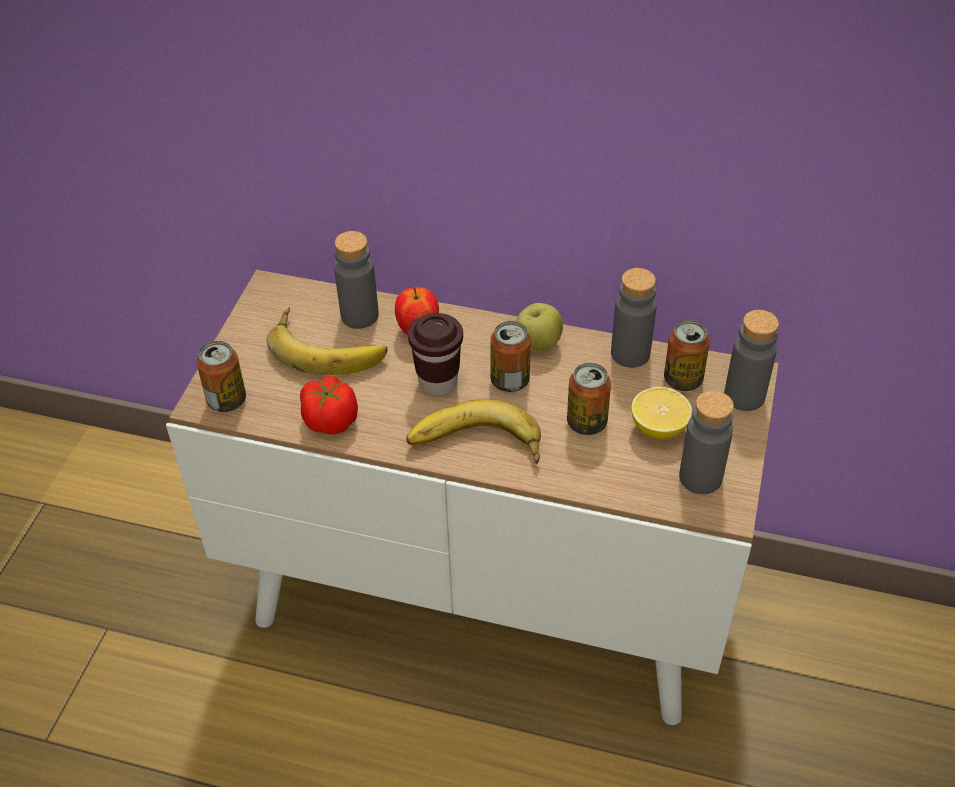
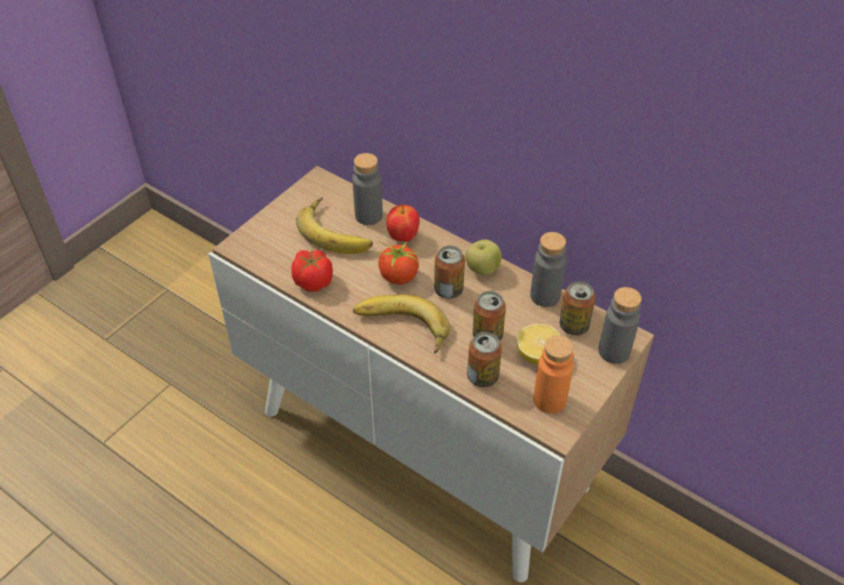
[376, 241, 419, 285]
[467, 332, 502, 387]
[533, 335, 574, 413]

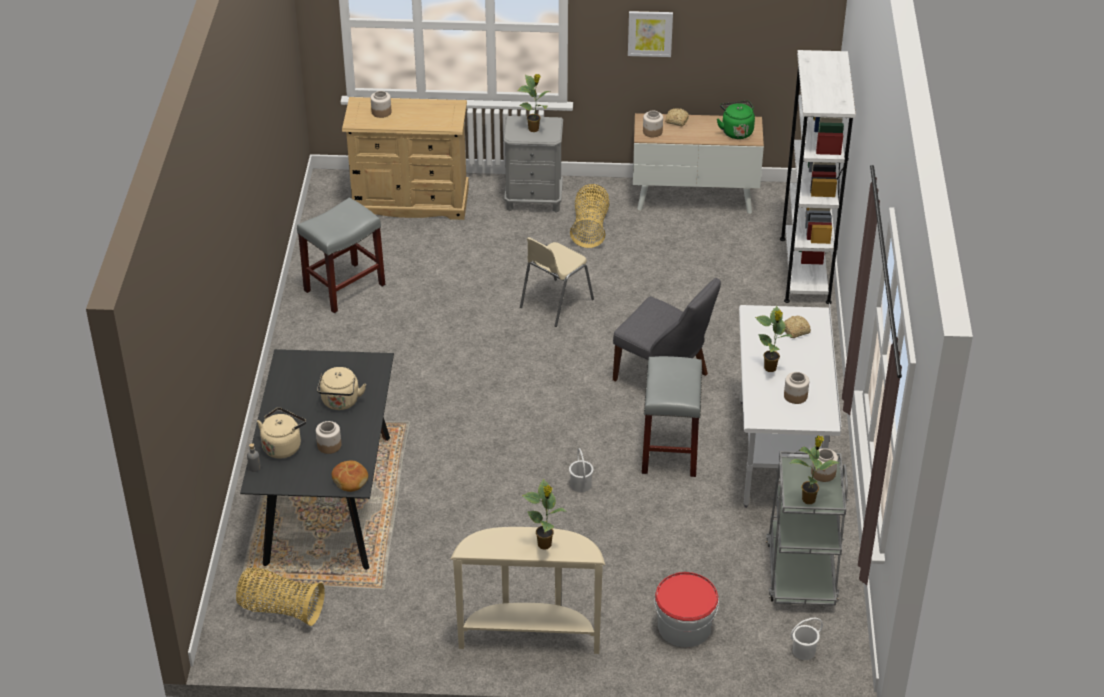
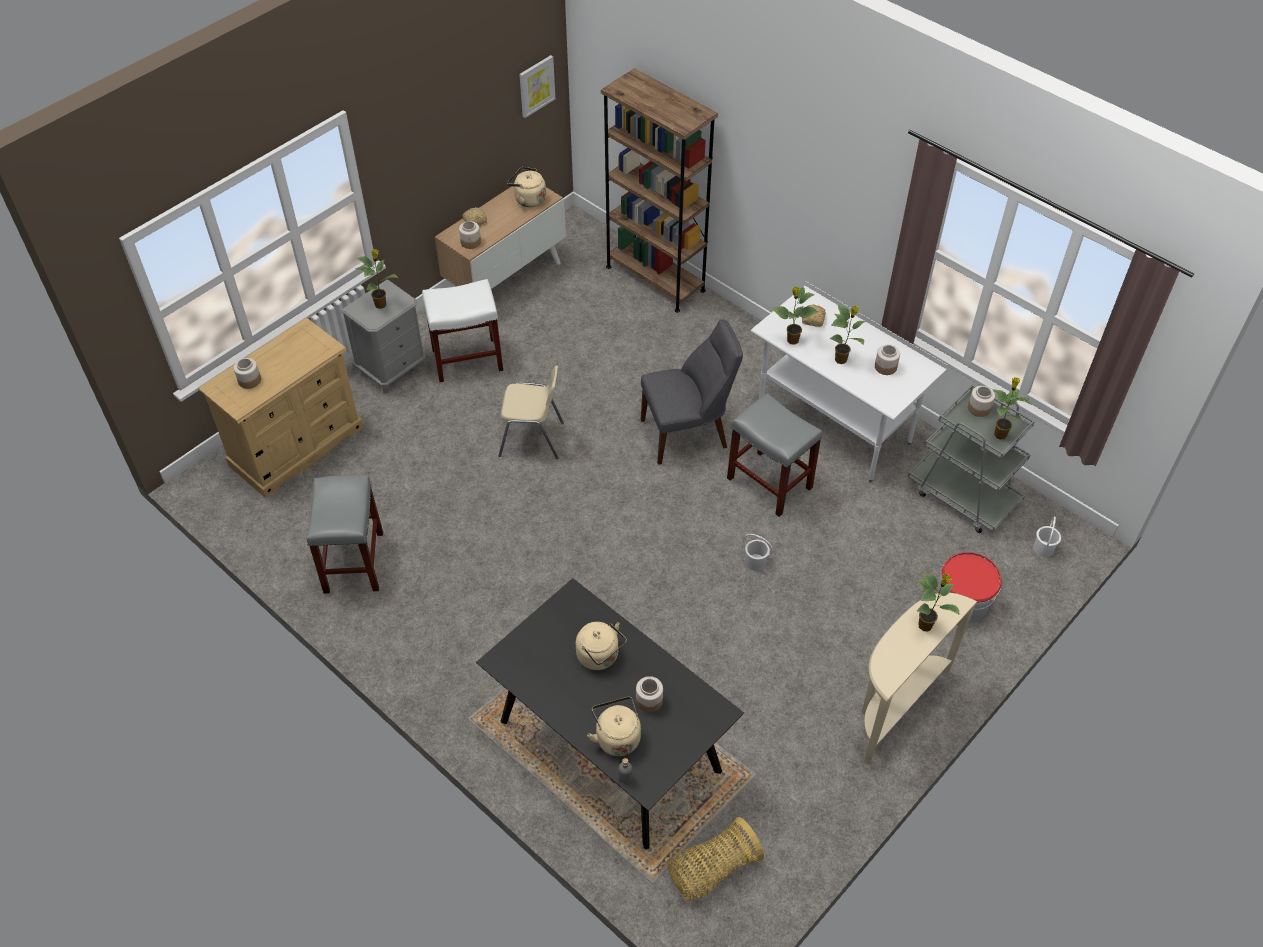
[422, 279, 503, 383]
[498, 366, 564, 459]
[507, 167, 546, 207]
[519, 55, 555, 118]
[601, 68, 718, 313]
[772, 287, 819, 345]
[332, 460, 368, 492] (first image)

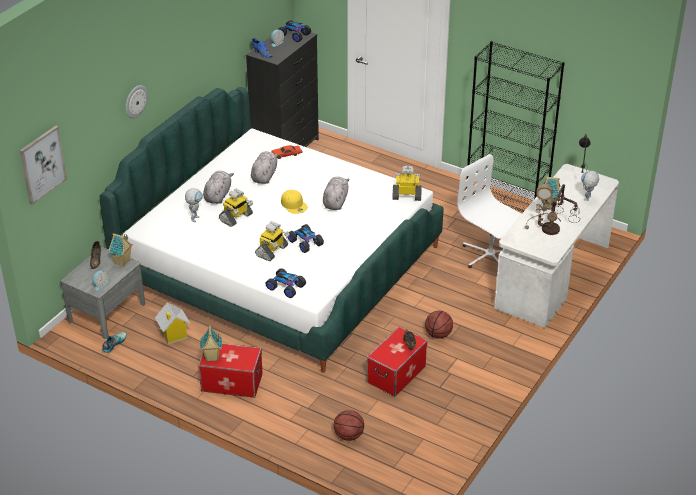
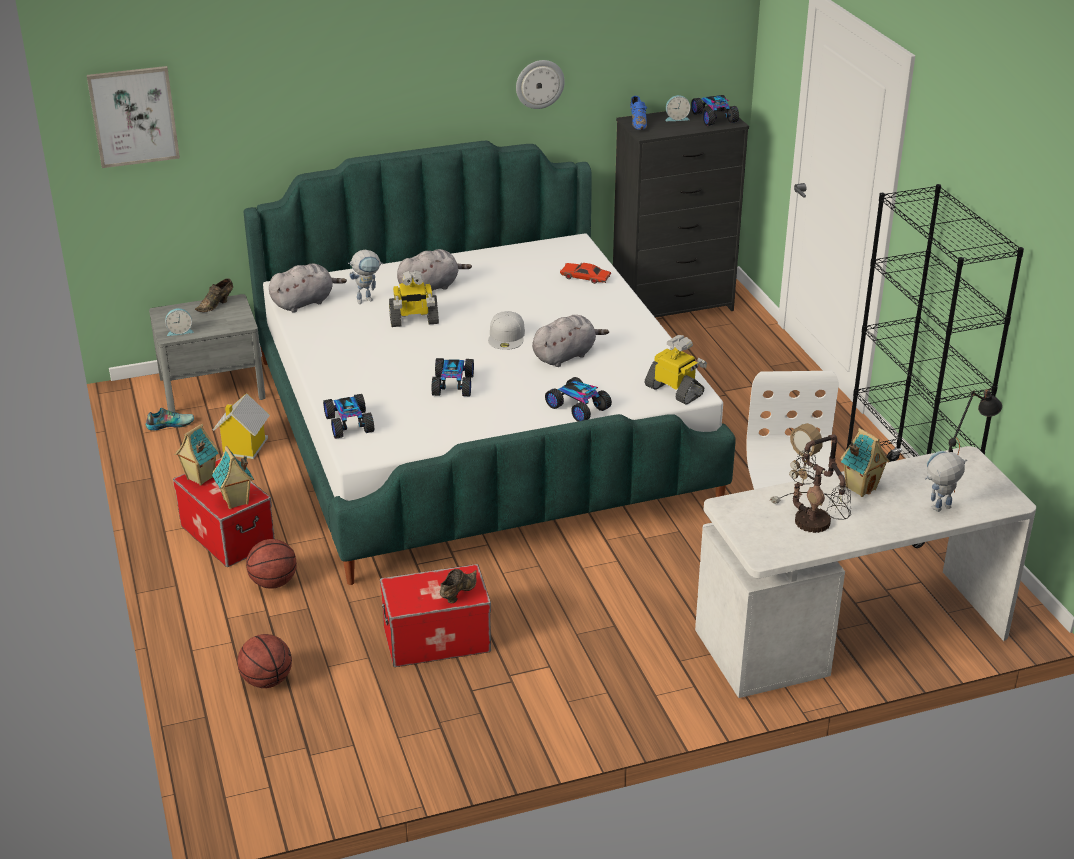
[212, 446, 254, 509]
[246, 539, 297, 589]
[269, 264, 347, 312]
[488, 311, 525, 350]
[516, 60, 565, 109]
[545, 377, 612, 422]
[255, 221, 290, 261] (first image)

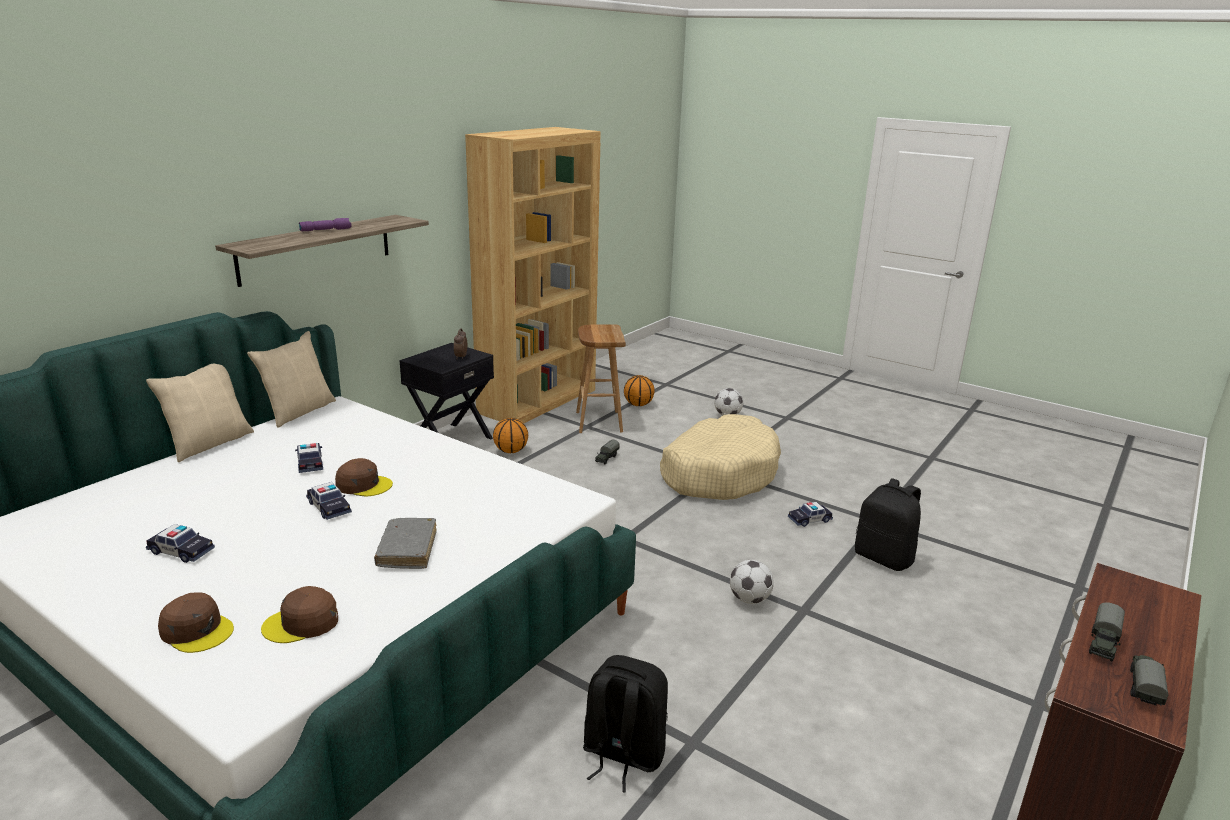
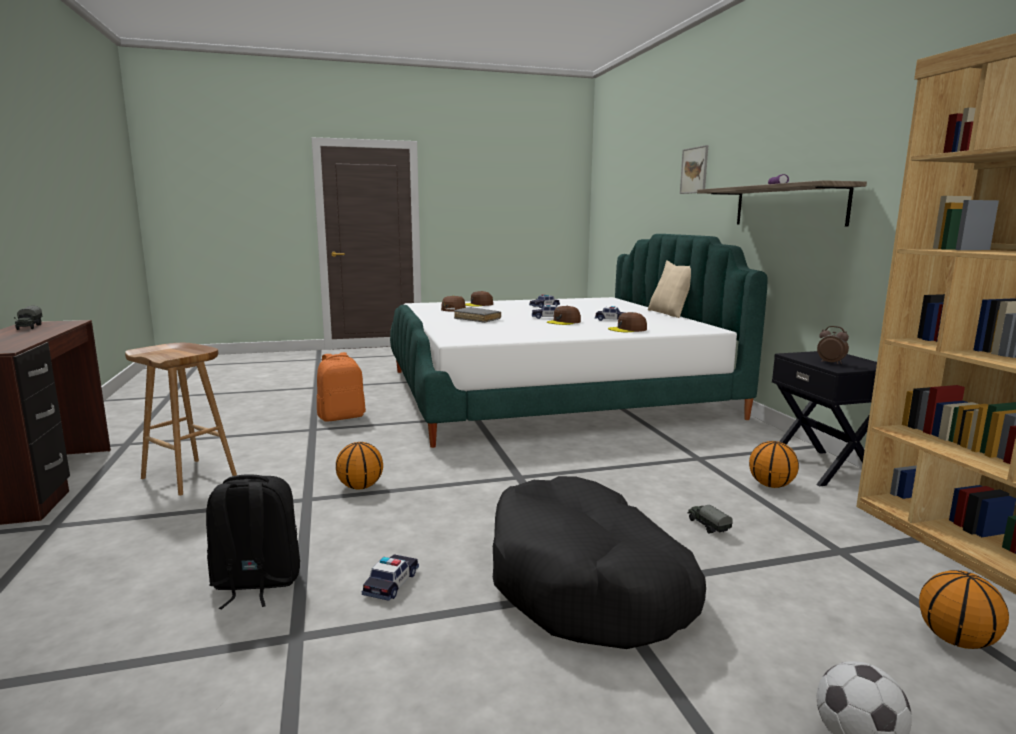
[125, 343, 237, 496]
[317, 352, 366, 422]
[336, 442, 383, 490]
[493, 476, 706, 649]
[608, 312, 647, 332]
[680, 145, 708, 194]
[247, 331, 336, 427] (first image)
[1089, 602, 1125, 662] (first image)

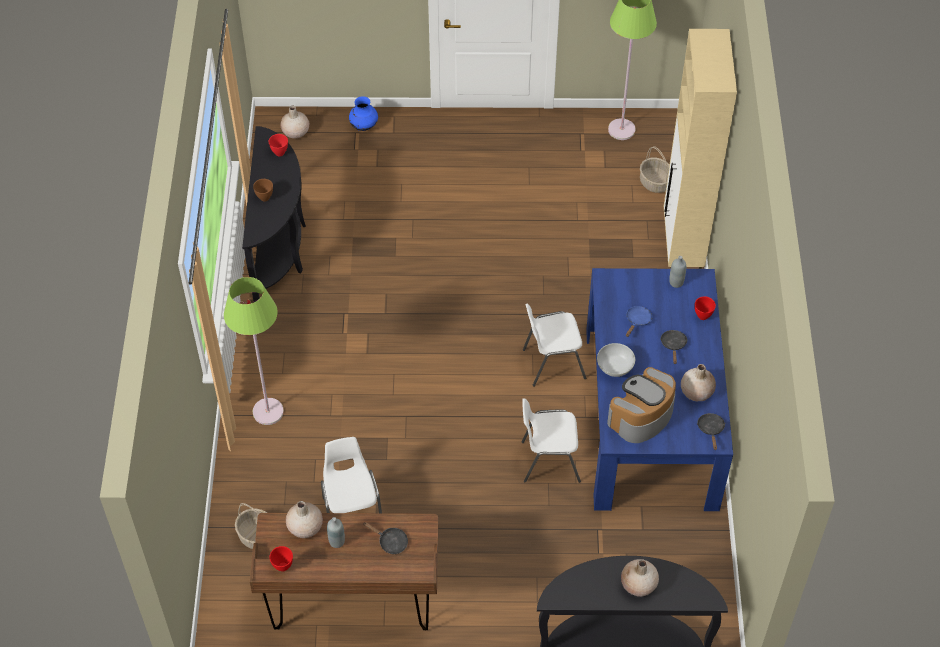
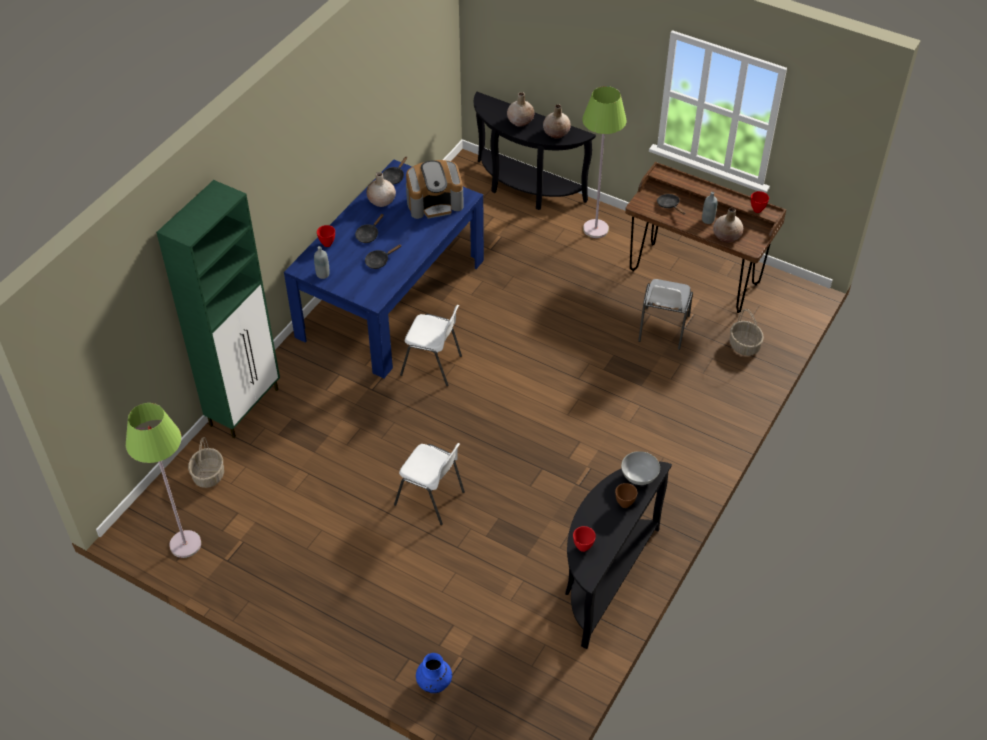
[156, 180, 280, 438]
[365, 244, 401, 269]
[394, 443, 465, 525]
[543, 104, 571, 139]
[582, 86, 627, 238]
[621, 451, 660, 485]

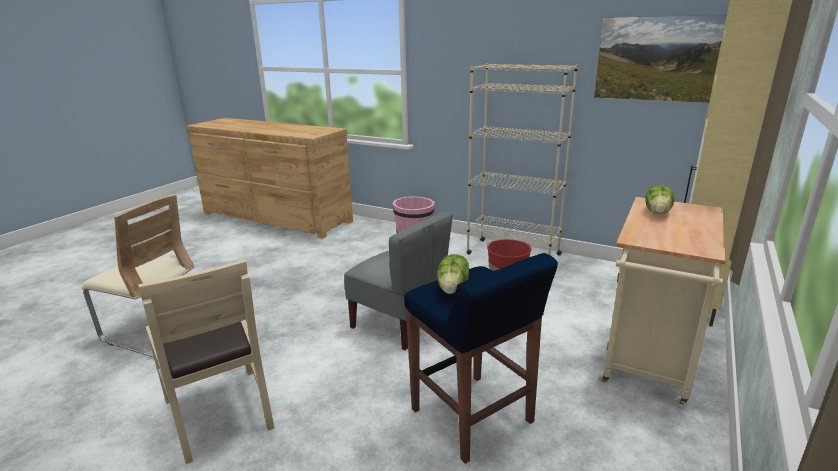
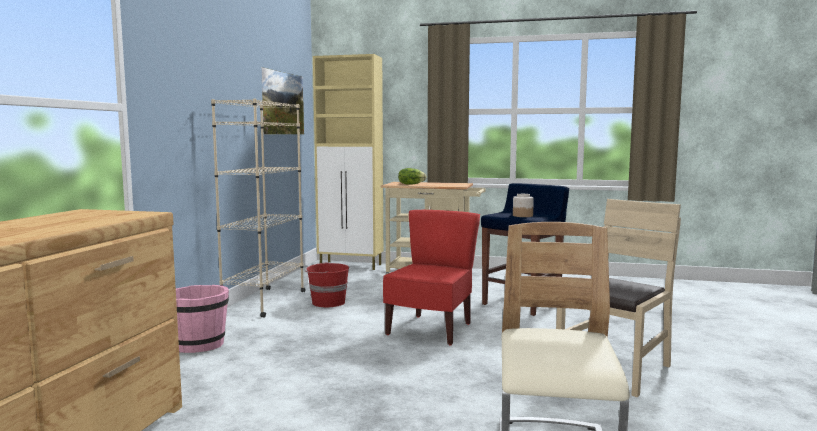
[383, 210, 480, 345]
[513, 194, 534, 217]

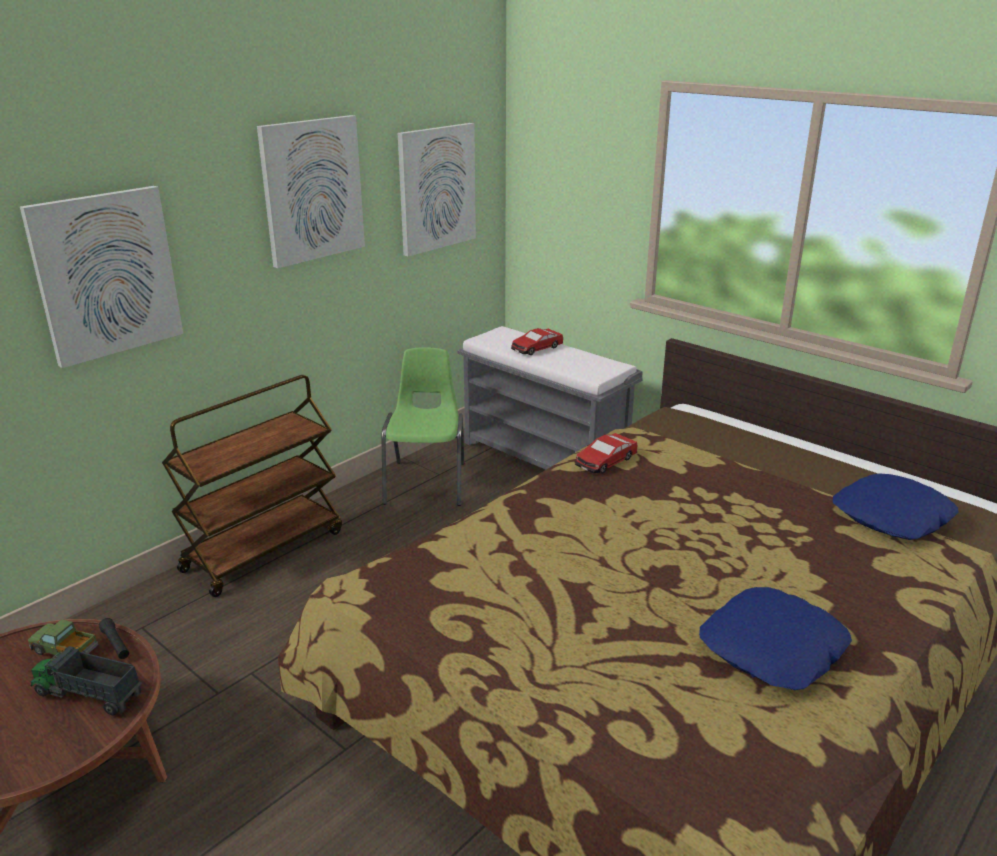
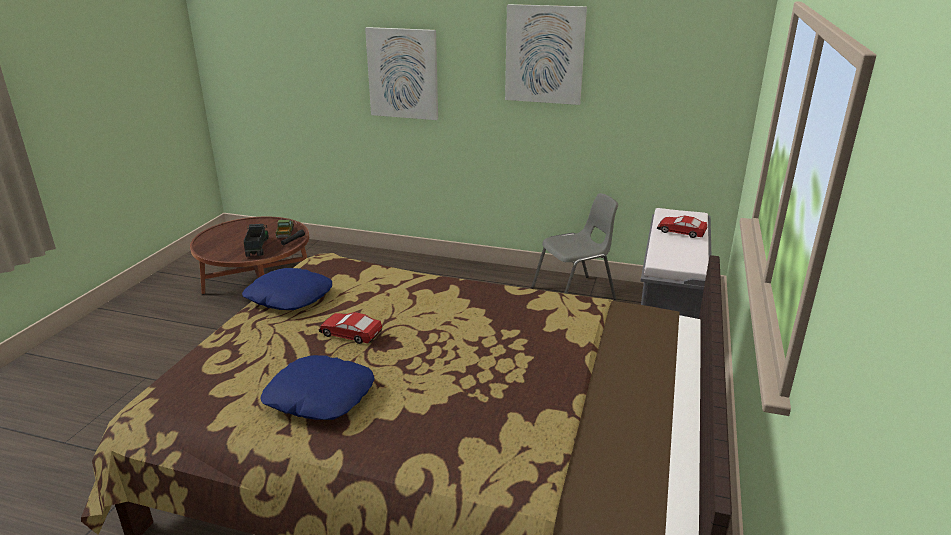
[242, 268, 332, 310]
[319, 312, 382, 344]
[531, 193, 618, 300]
[162, 375, 342, 597] (first image)
[398, 123, 476, 257] (first image)

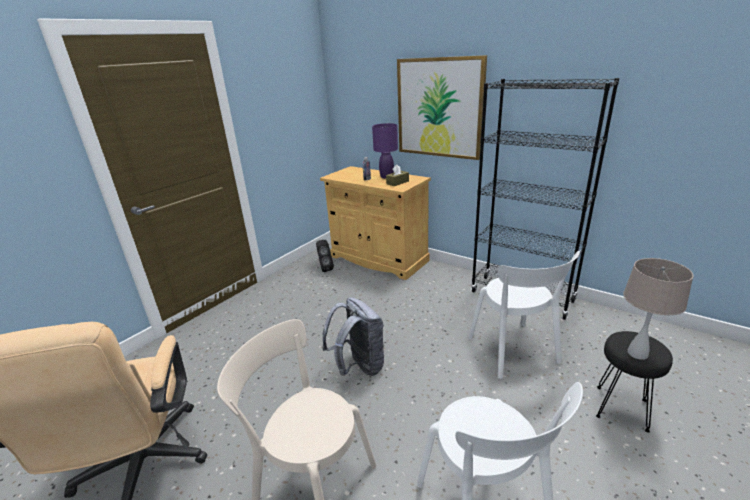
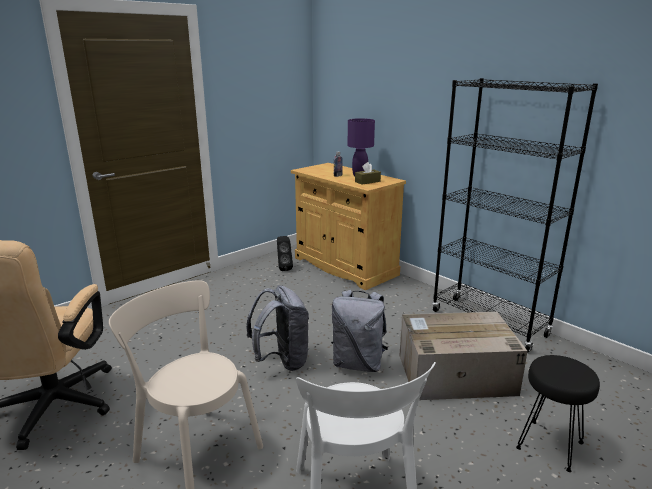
[331, 290, 388, 372]
[399, 312, 527, 400]
[397, 55, 487, 160] (first image)
[623, 258, 694, 360] (first image)

